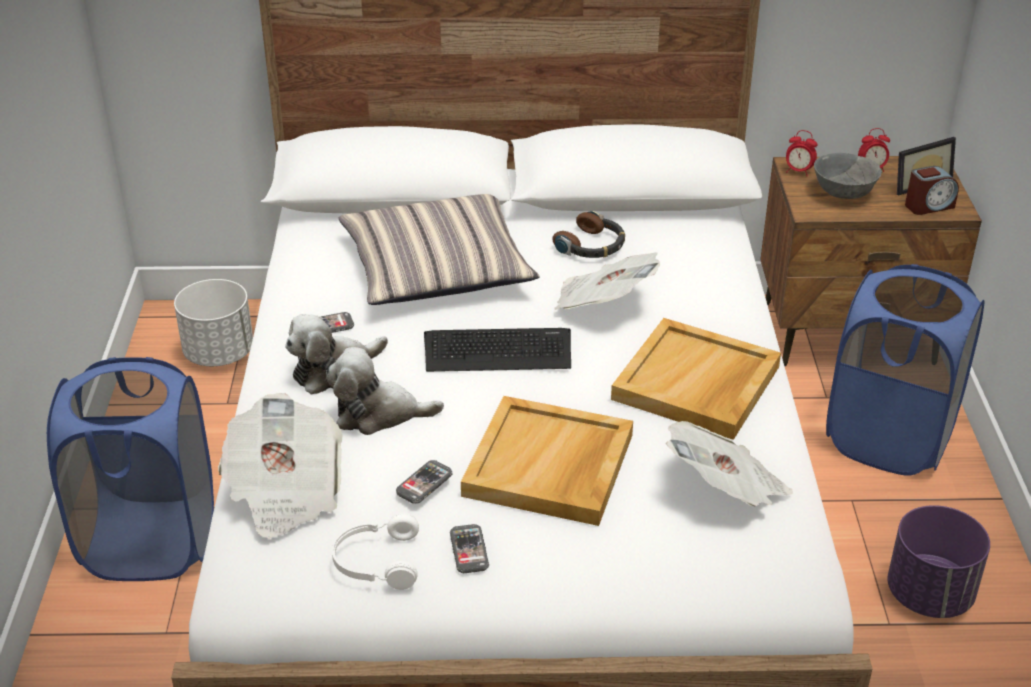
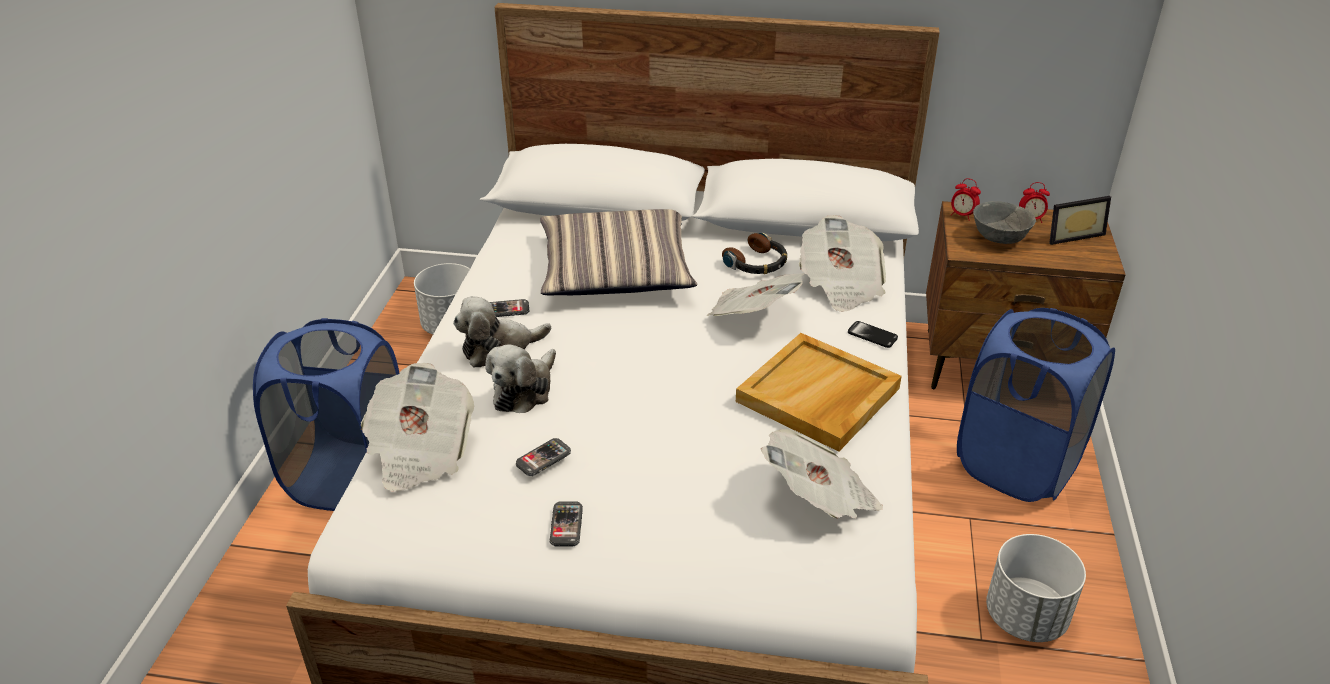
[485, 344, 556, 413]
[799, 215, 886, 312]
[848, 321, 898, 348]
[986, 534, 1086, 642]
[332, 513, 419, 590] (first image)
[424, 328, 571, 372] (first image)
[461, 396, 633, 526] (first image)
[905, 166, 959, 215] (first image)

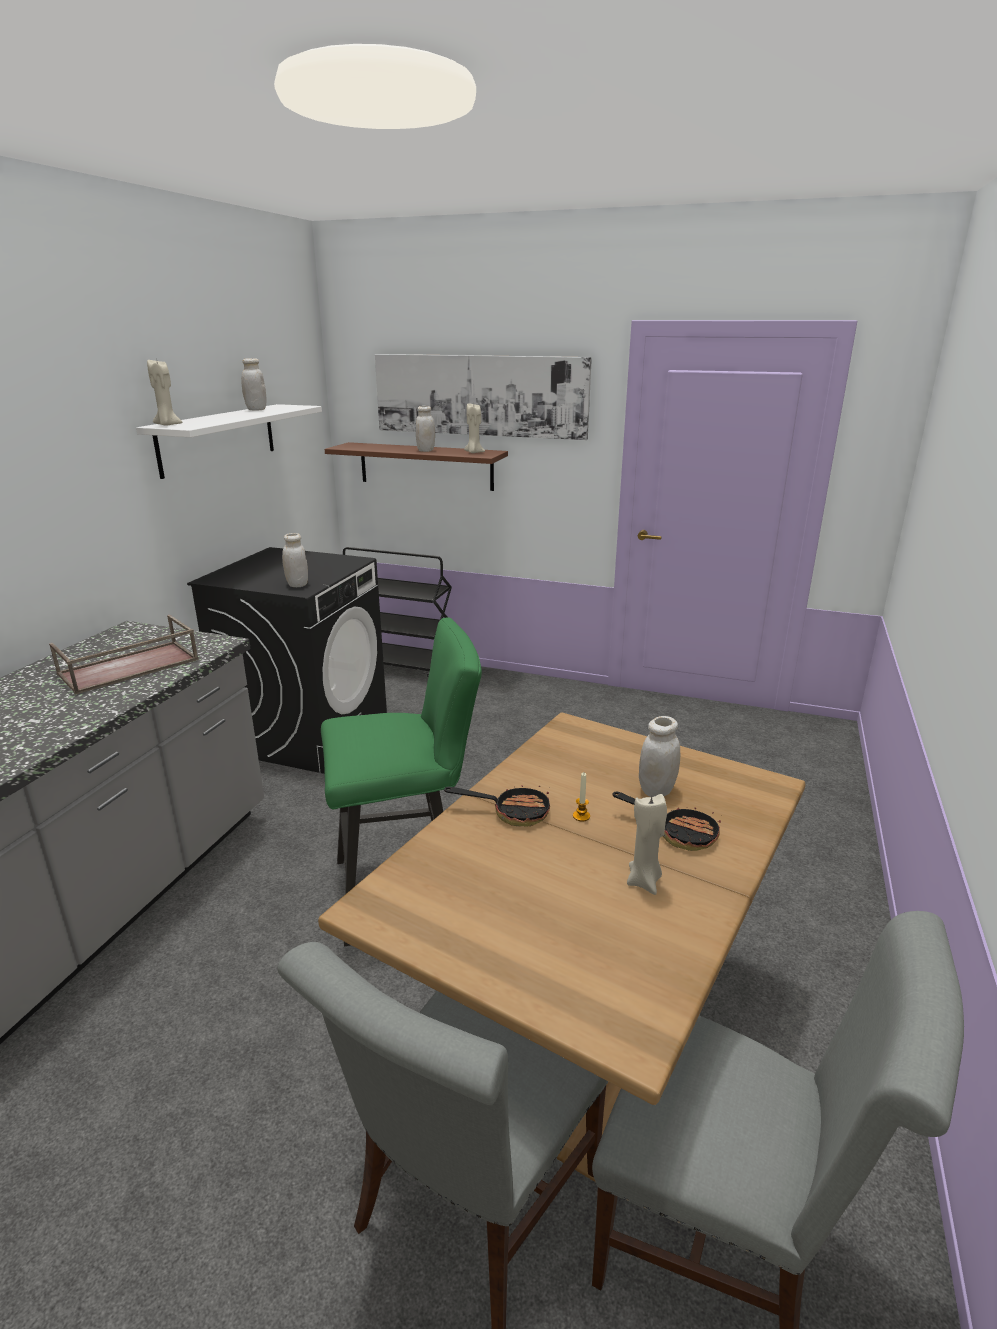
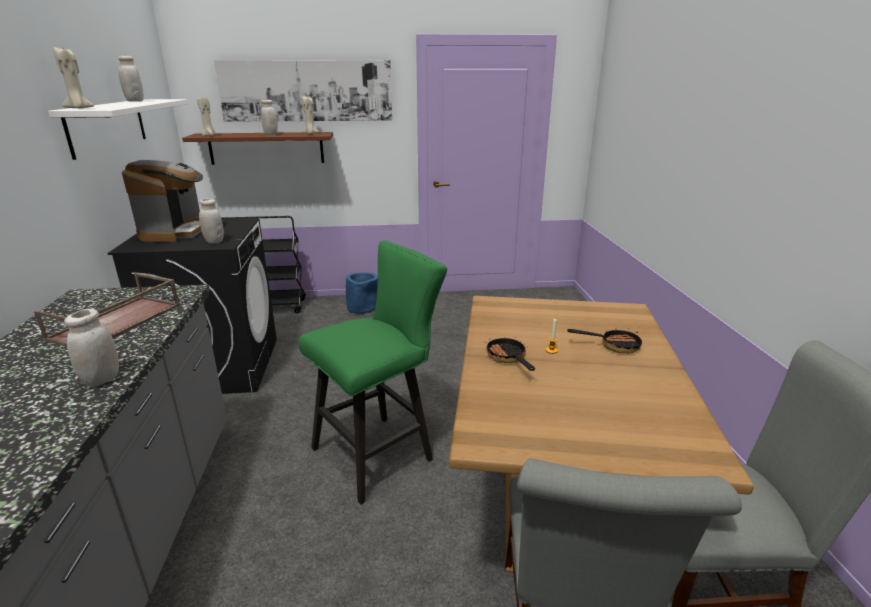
[64, 309, 119, 387]
[122, 160, 203, 242]
[197, 97, 216, 136]
[346, 272, 378, 314]
[485, 332, 535, 371]

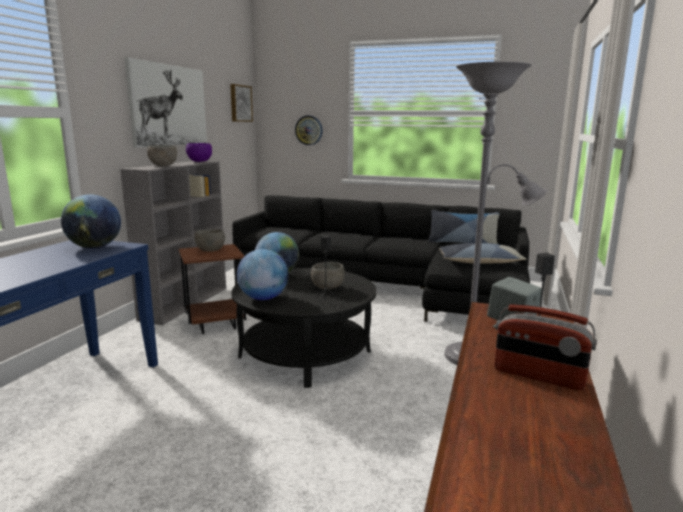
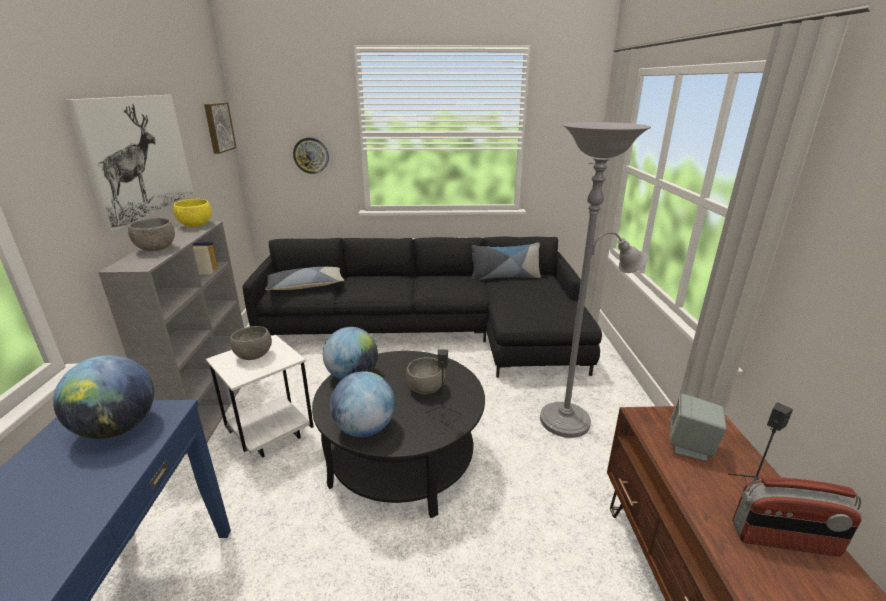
[173, 199, 212, 227]
[206, 335, 314, 458]
[265, 267, 344, 290]

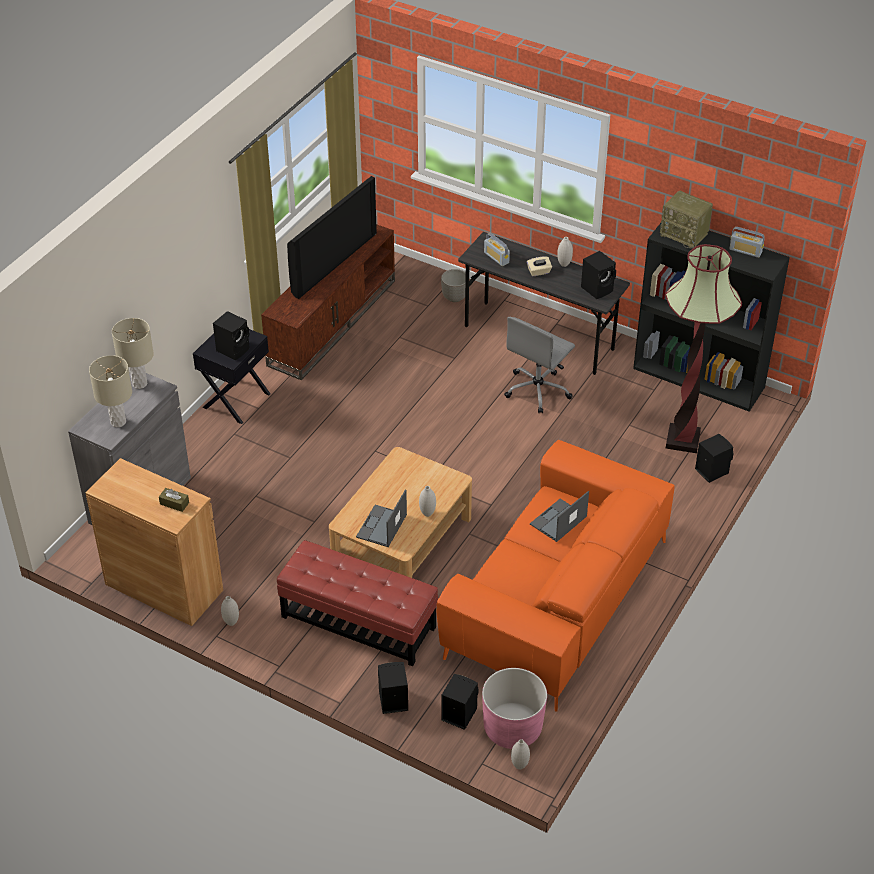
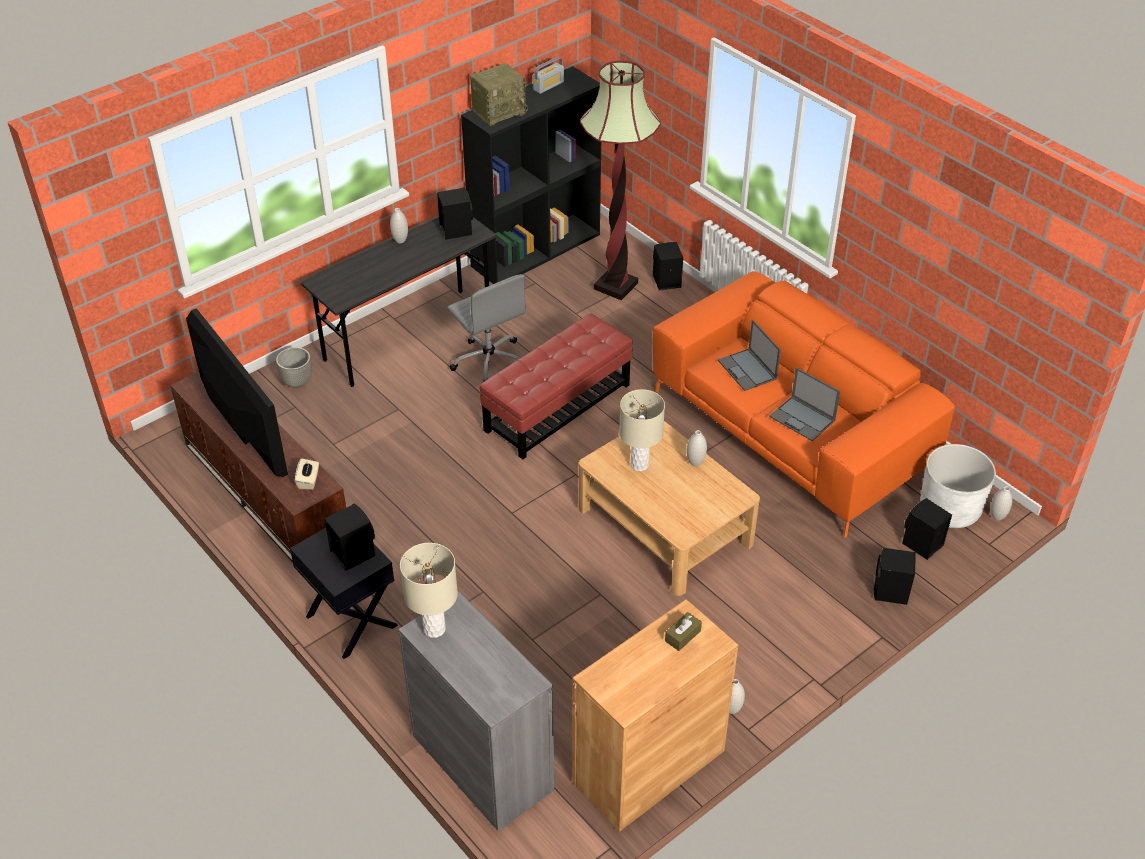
[295, 458, 319, 490]
[480, 313, 632, 459]
[619, 389, 665, 471]
[769, 367, 840, 442]
[920, 444, 996, 528]
[484, 233, 510, 266] (first image)

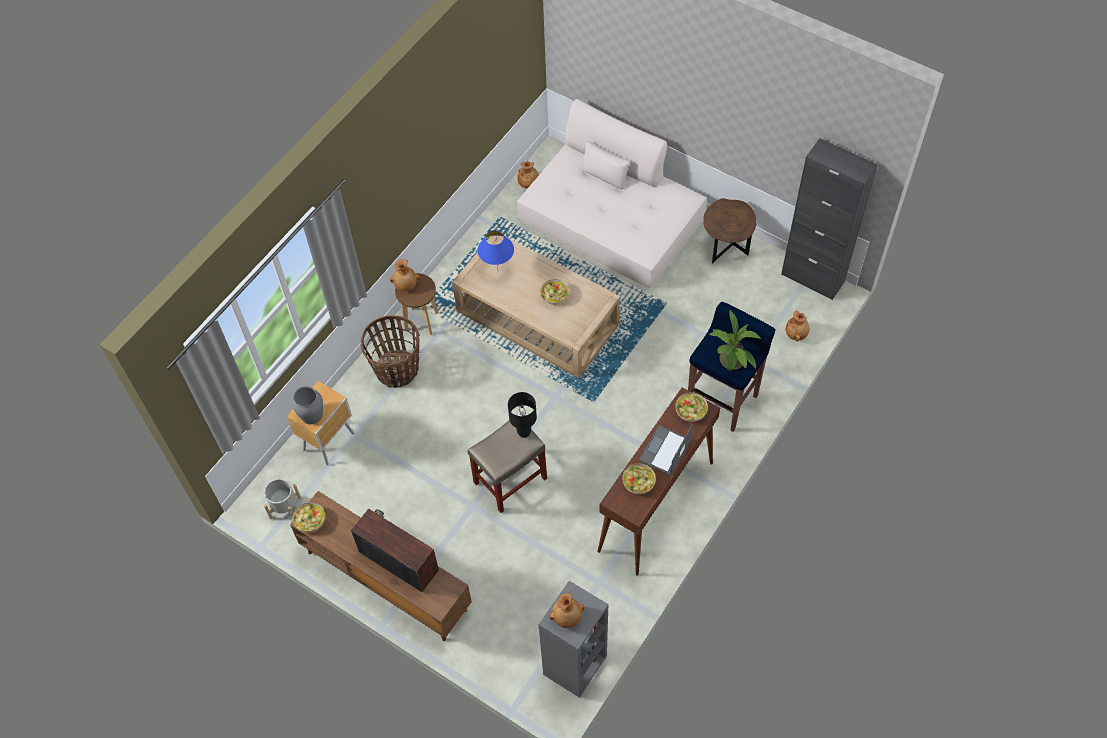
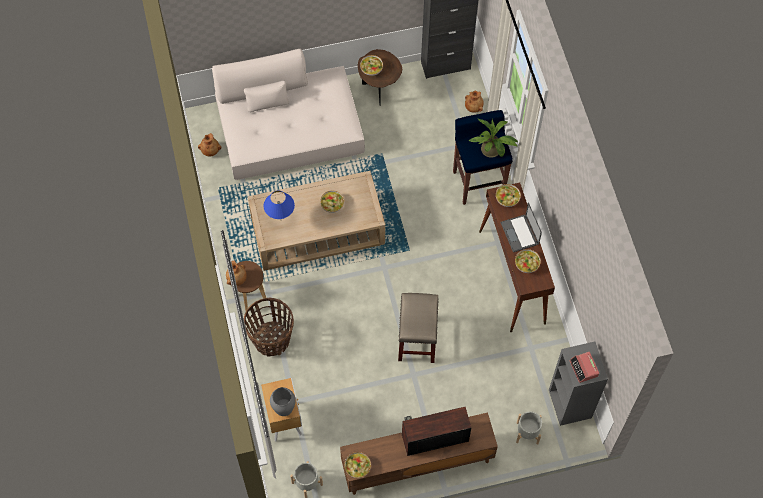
[360, 55, 383, 76]
[516, 411, 542, 444]
[569, 352, 600, 383]
[508, 392, 537, 438] (first image)

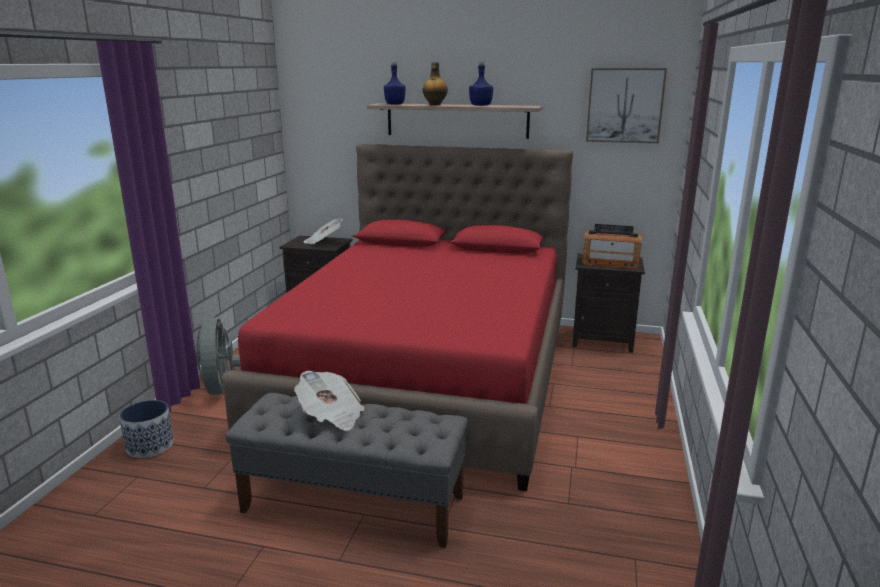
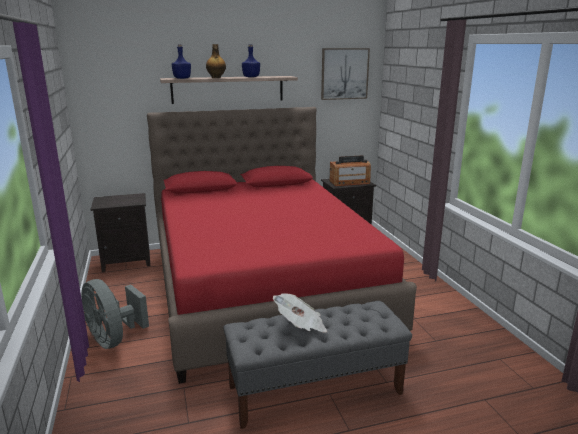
[119, 400, 174, 458] (first image)
[304, 218, 343, 244] (first image)

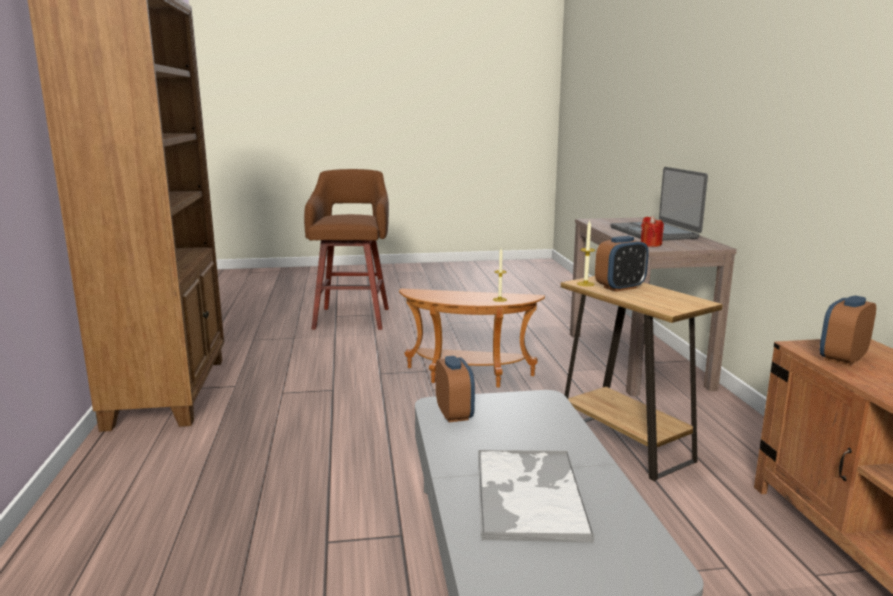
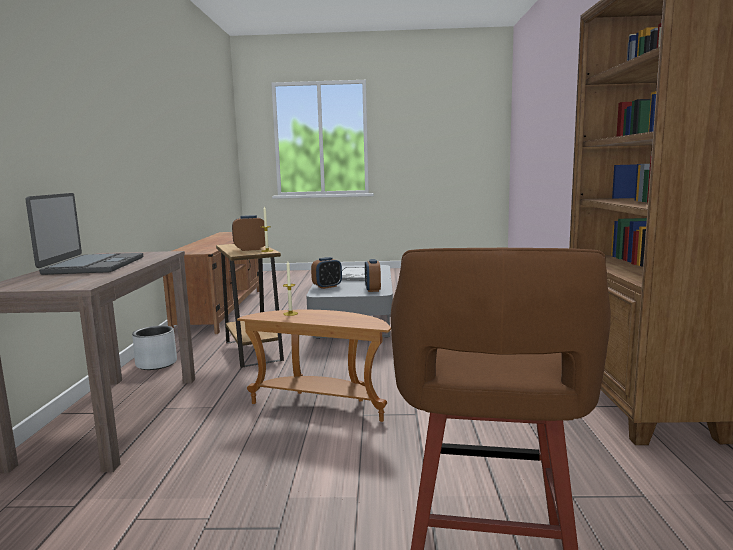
[132, 325, 177, 370]
[311, 257, 342, 289]
[641, 216, 664, 247] (first image)

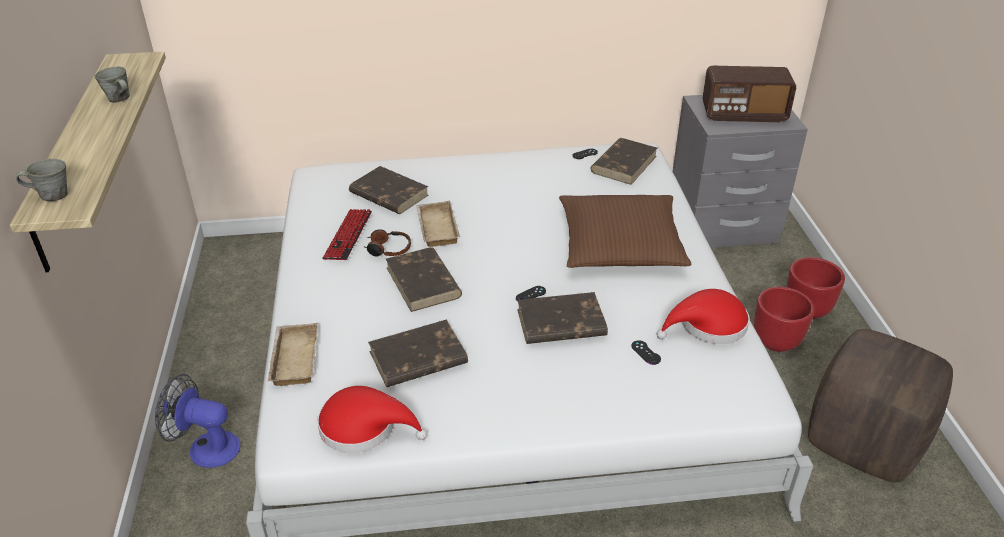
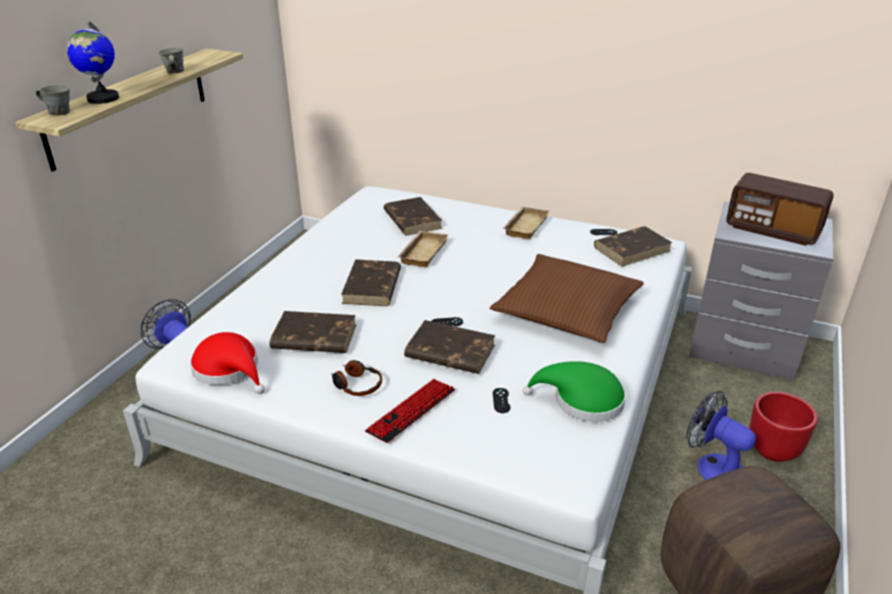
[67, 21, 119, 104]
[331, 360, 382, 396]
[365, 379, 455, 443]
[503, 206, 549, 239]
[523, 361, 626, 422]
[686, 391, 756, 480]

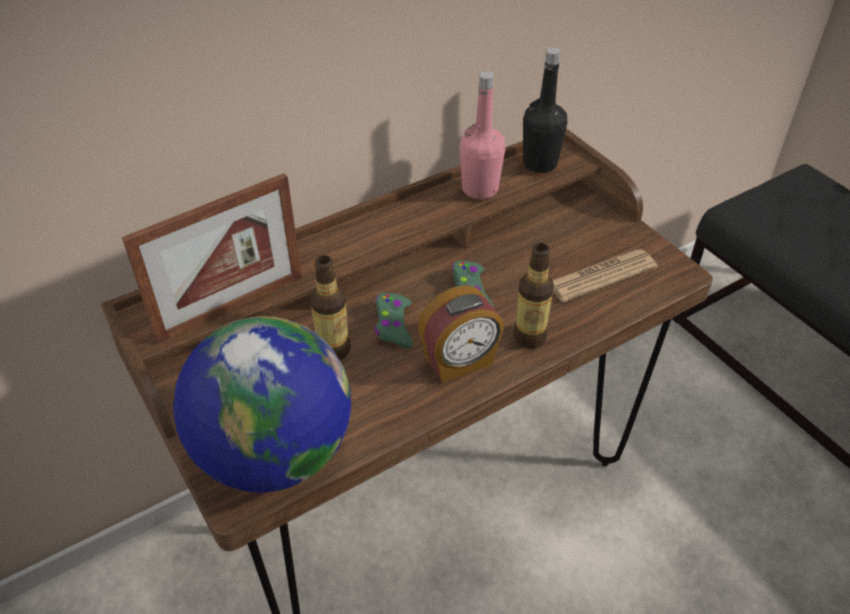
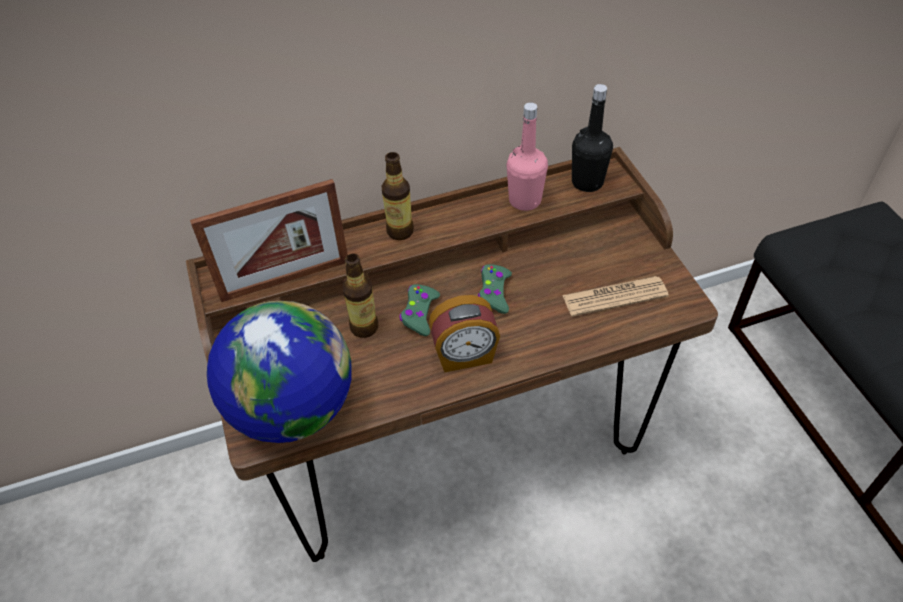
[382, 152, 414, 240]

